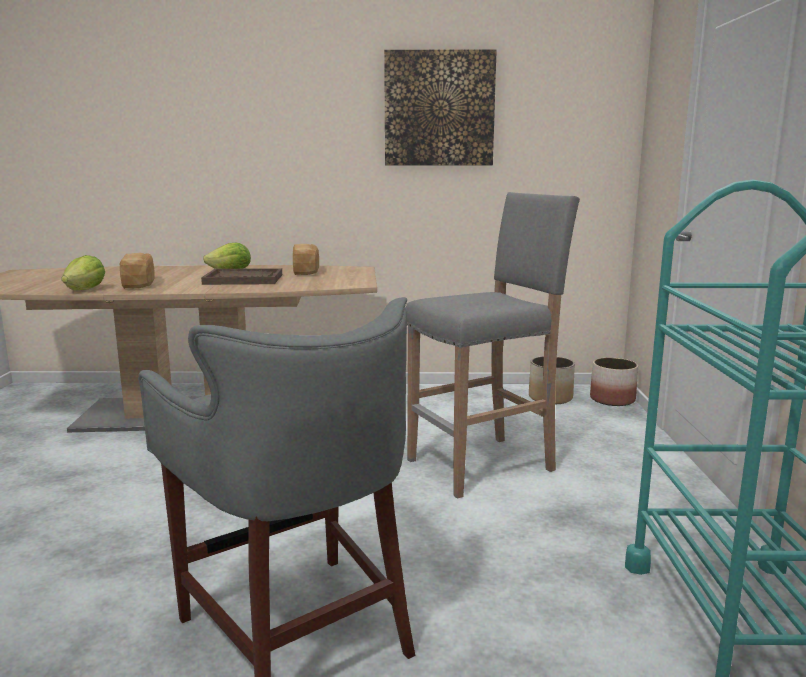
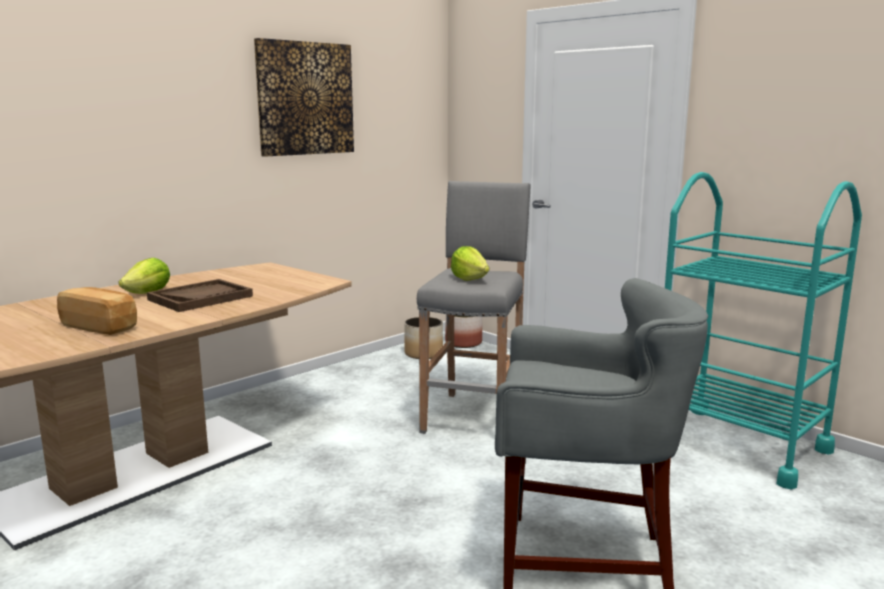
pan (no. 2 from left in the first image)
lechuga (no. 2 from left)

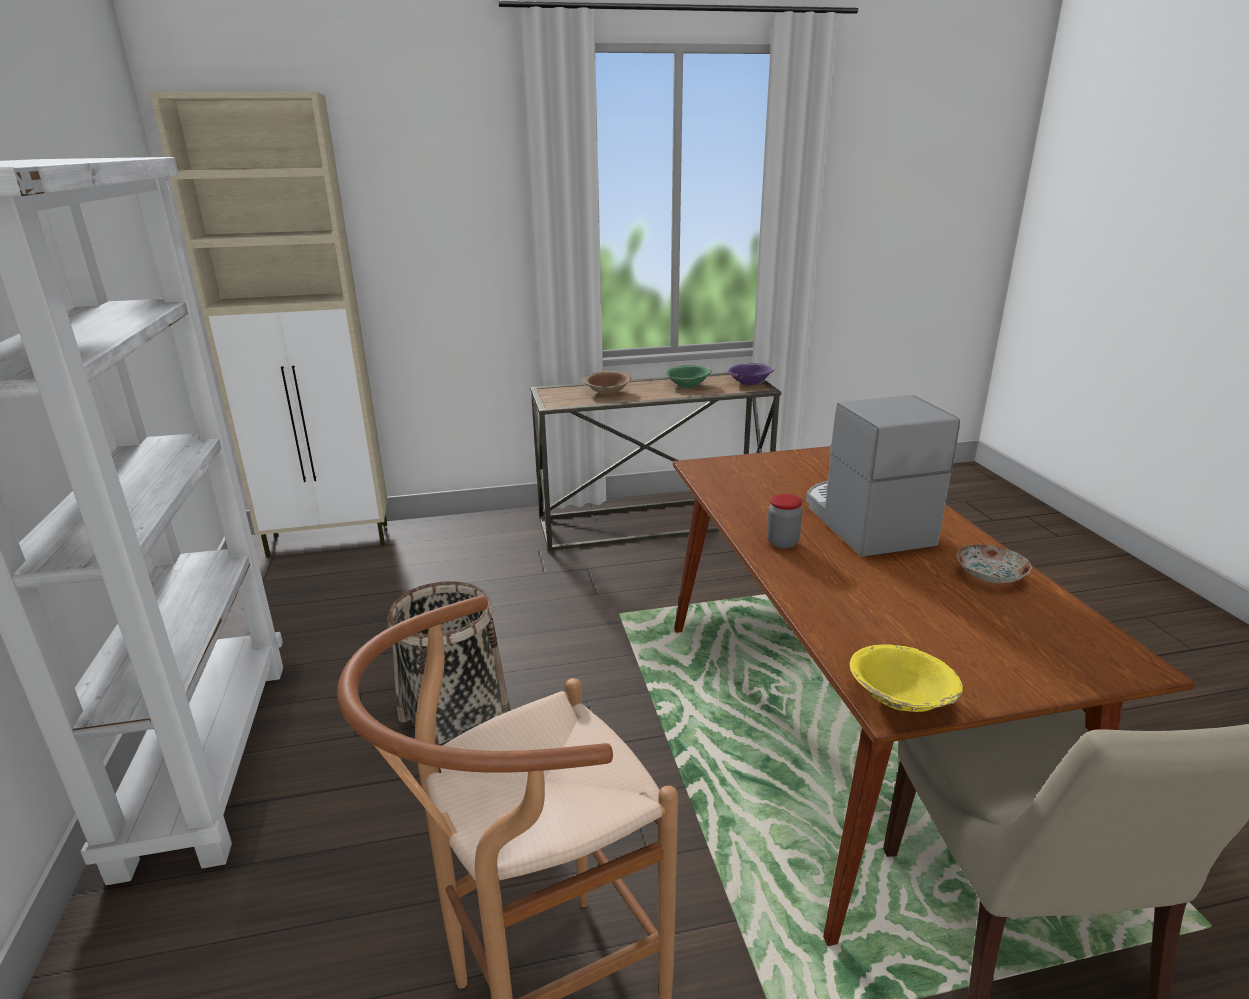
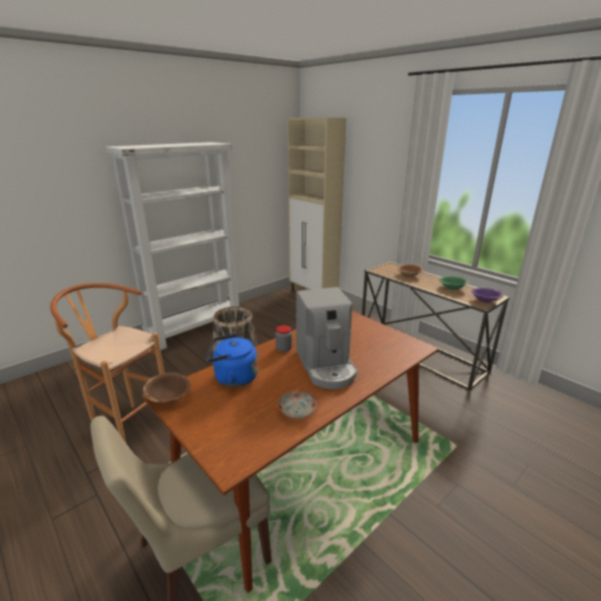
cafetera
cuenco/marrón (no. 1 from left)
hervidor/azul

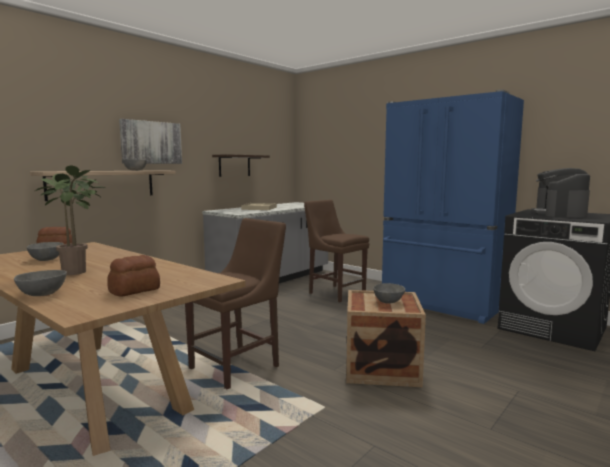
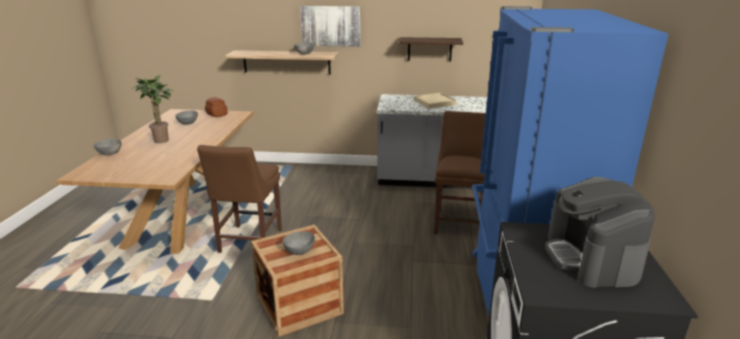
cafetera
silla/marrón (no. 1 from left)
pan (no. 2 from left in the first image)

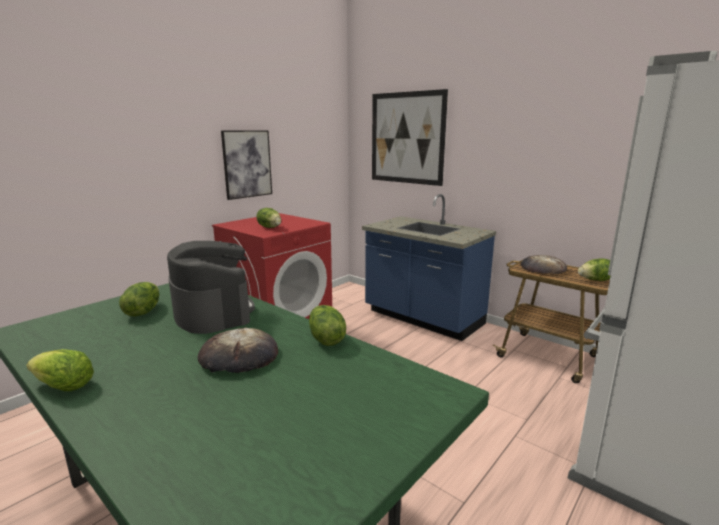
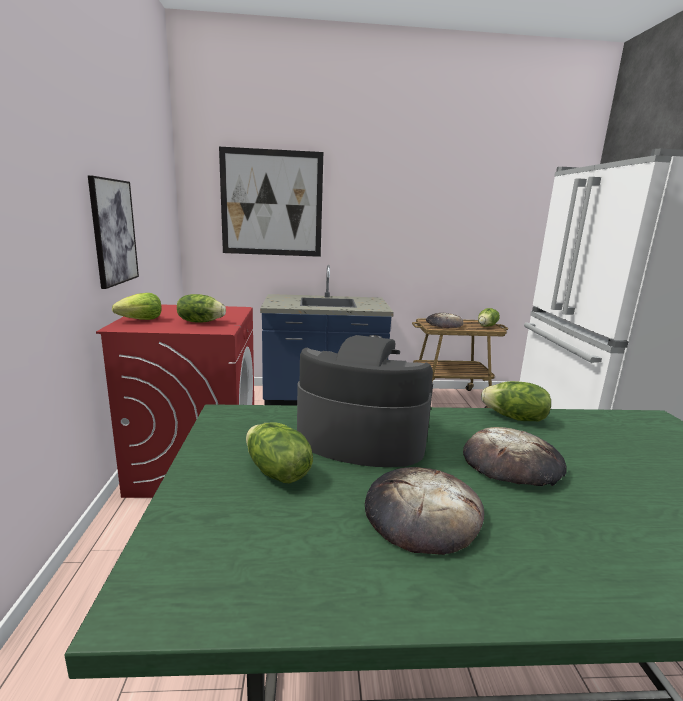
lechuga (no. 1 from left)
pan (no. 1 from left)

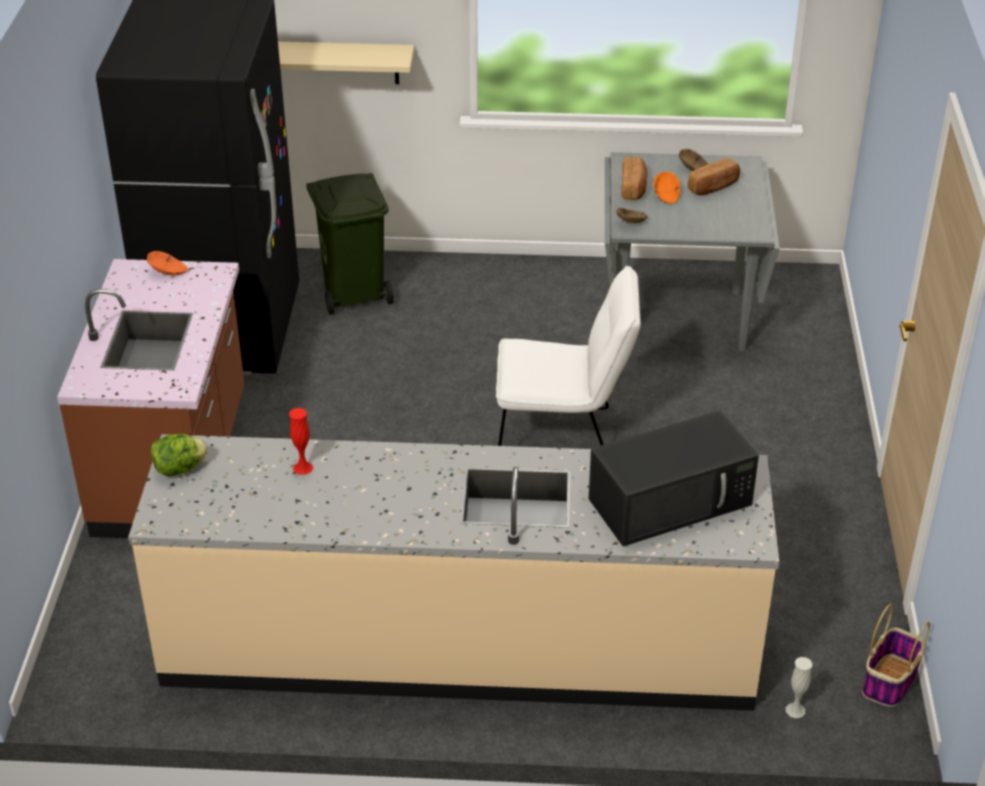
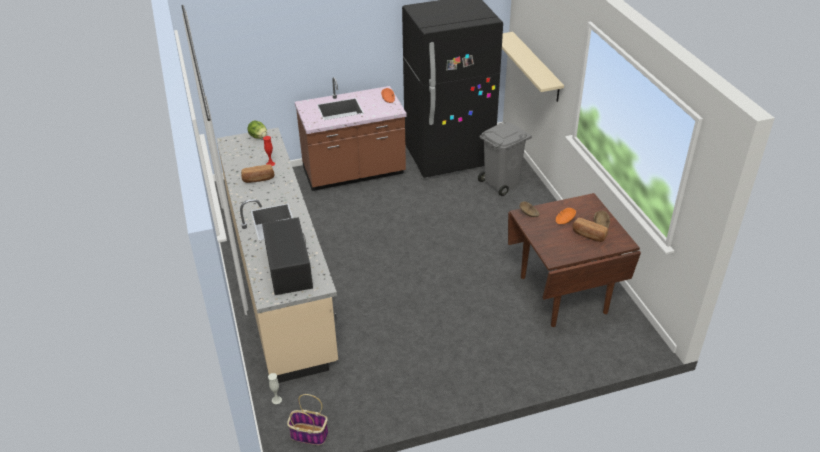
mesa de comedor/marrón
pan (no. 1 from left)
papelera/gris
silla/blanco
microondas/negro

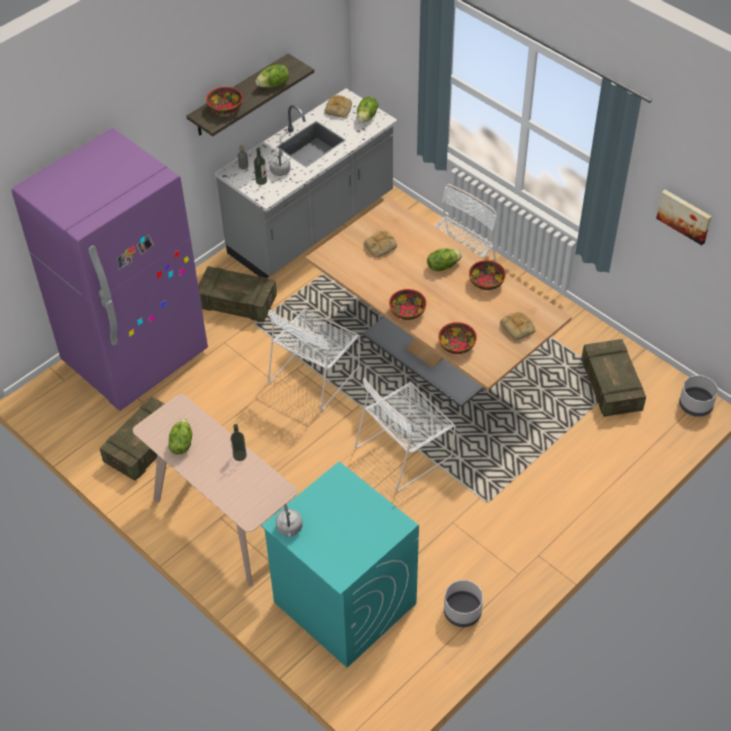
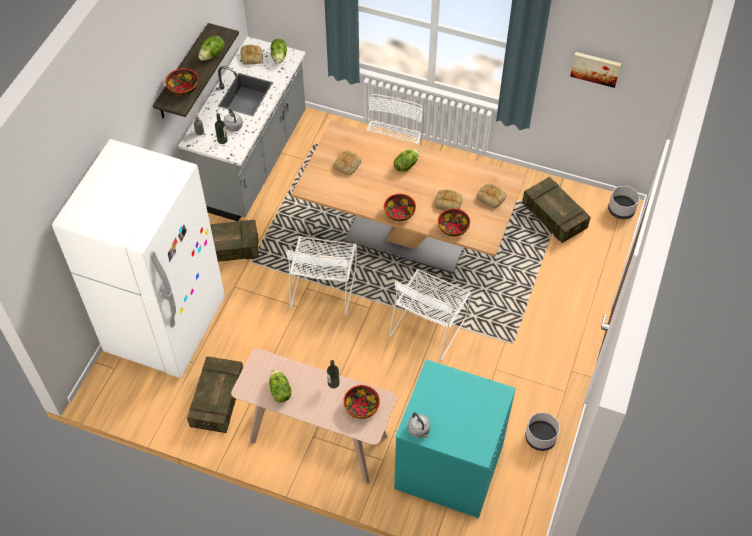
nevera/blanco
cuenco (no. 2 from left)
pan (no. 3 from left)

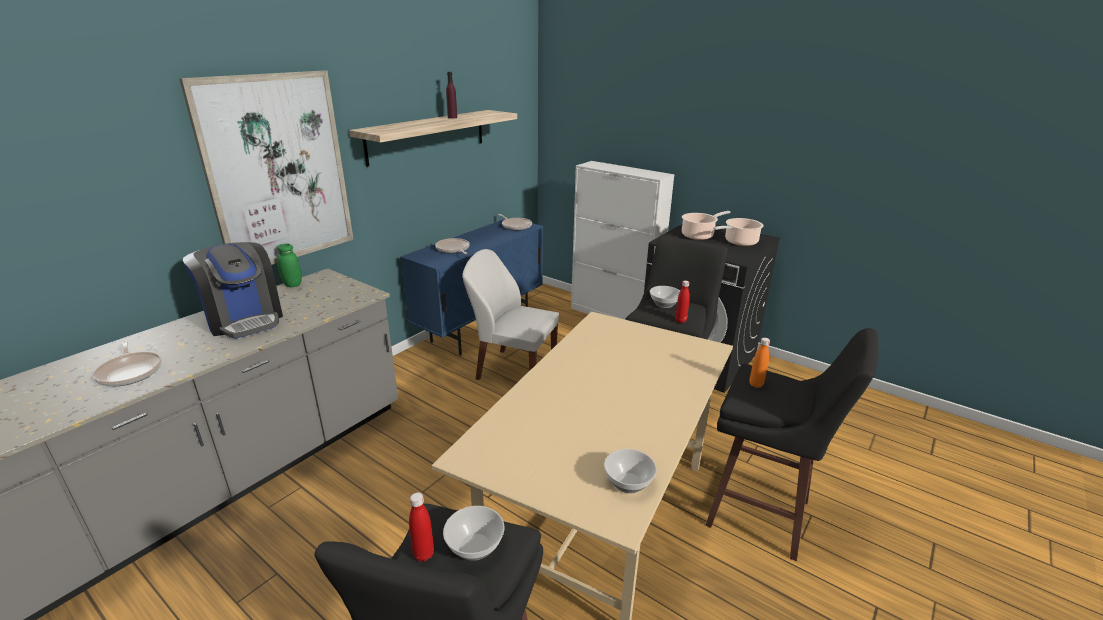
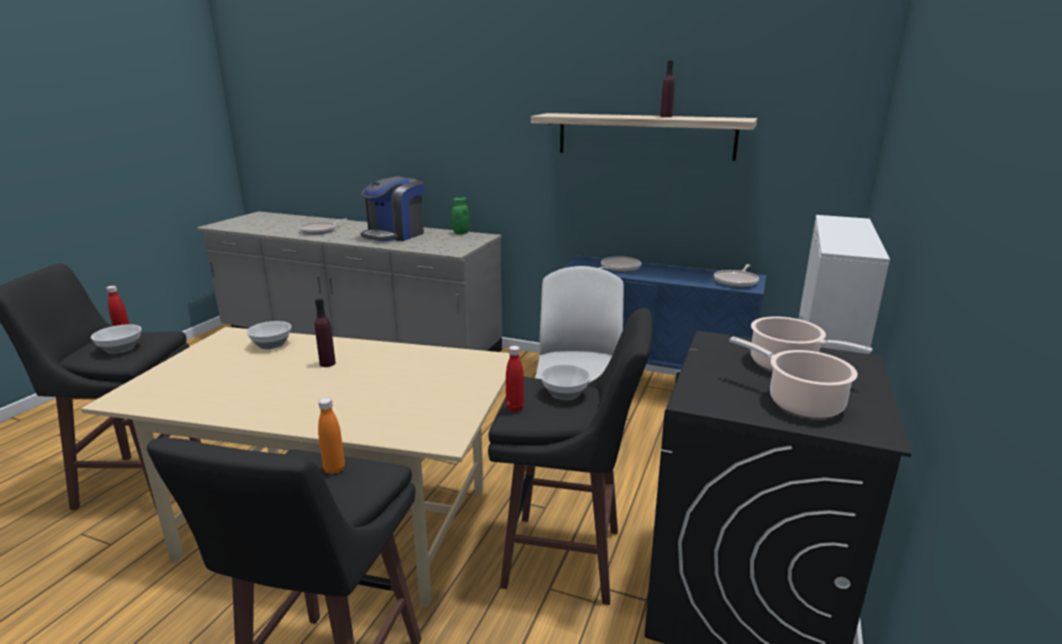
cuadro
cuenco (no. 2 from left)
botella/morado (no. 1 from left)

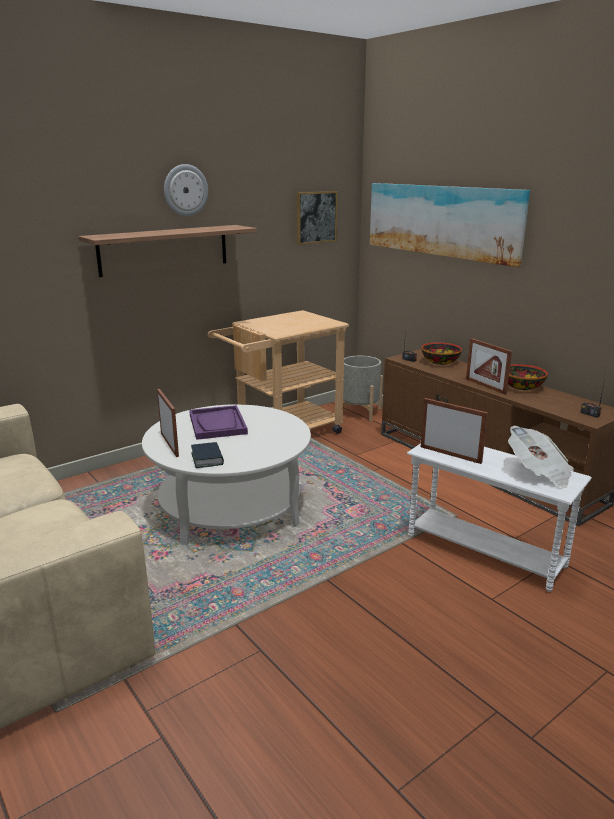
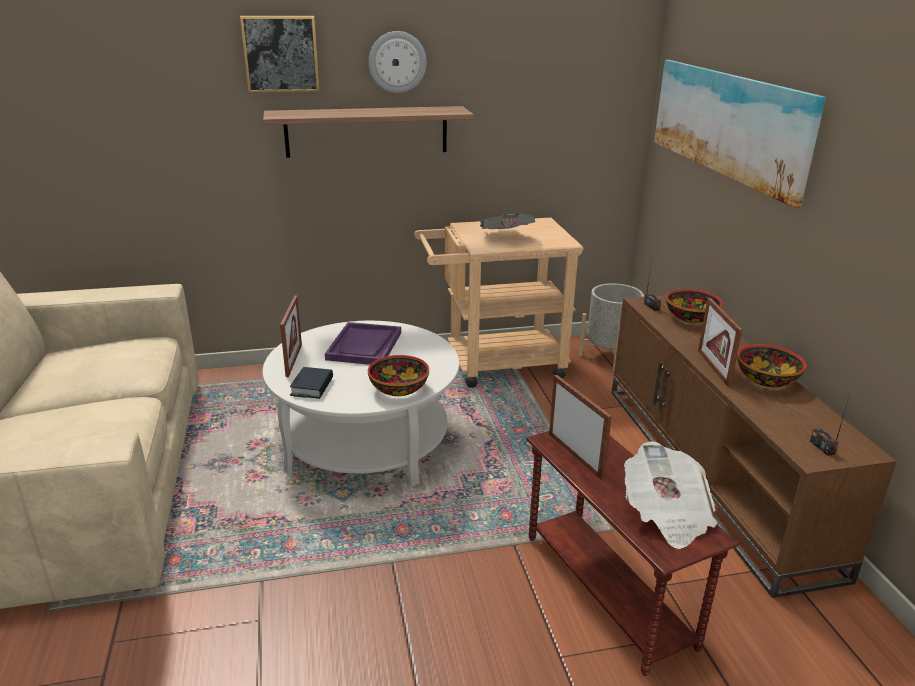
cuadro (no. 1 from left)
mesa auxiliar/marrón
periódico (no. 1 from left)
cuenco (no. 1 from left)

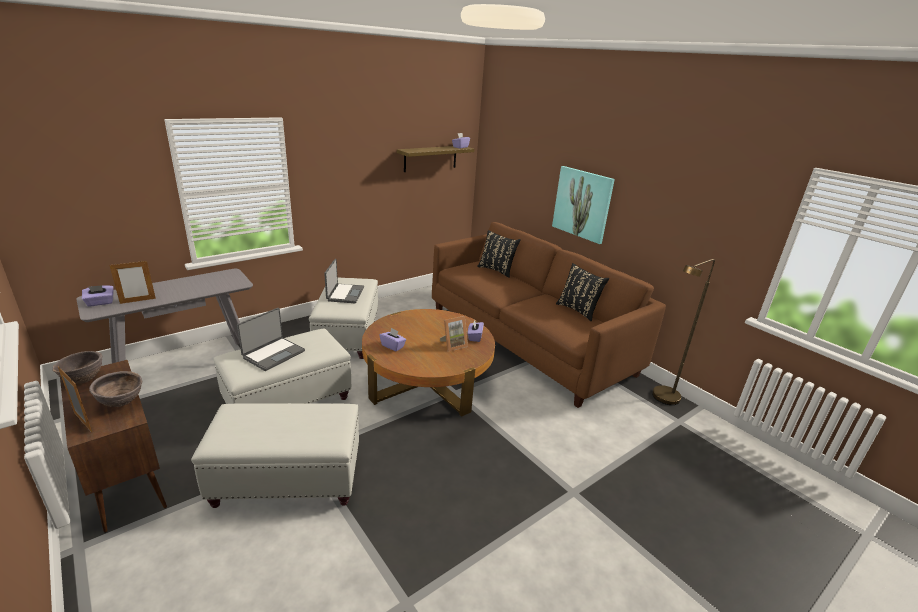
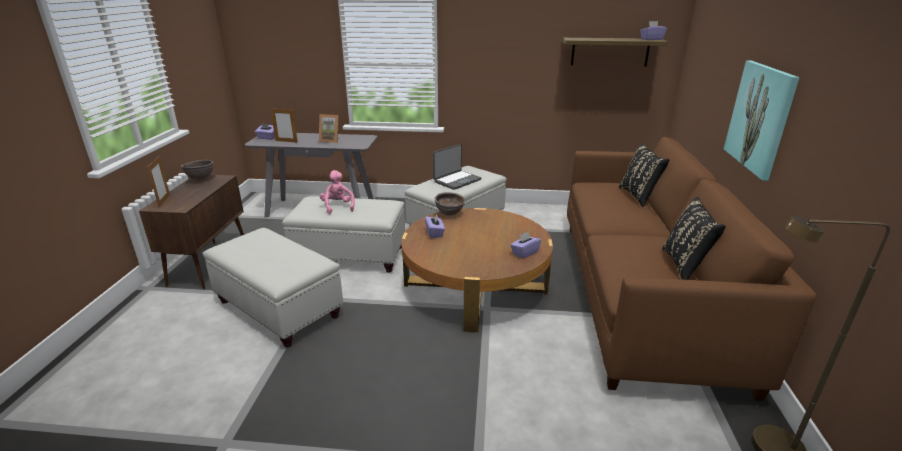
peluche/rosa
portarretratos (no. 3 from left)
cuenco/marrón (no. 2 from left)

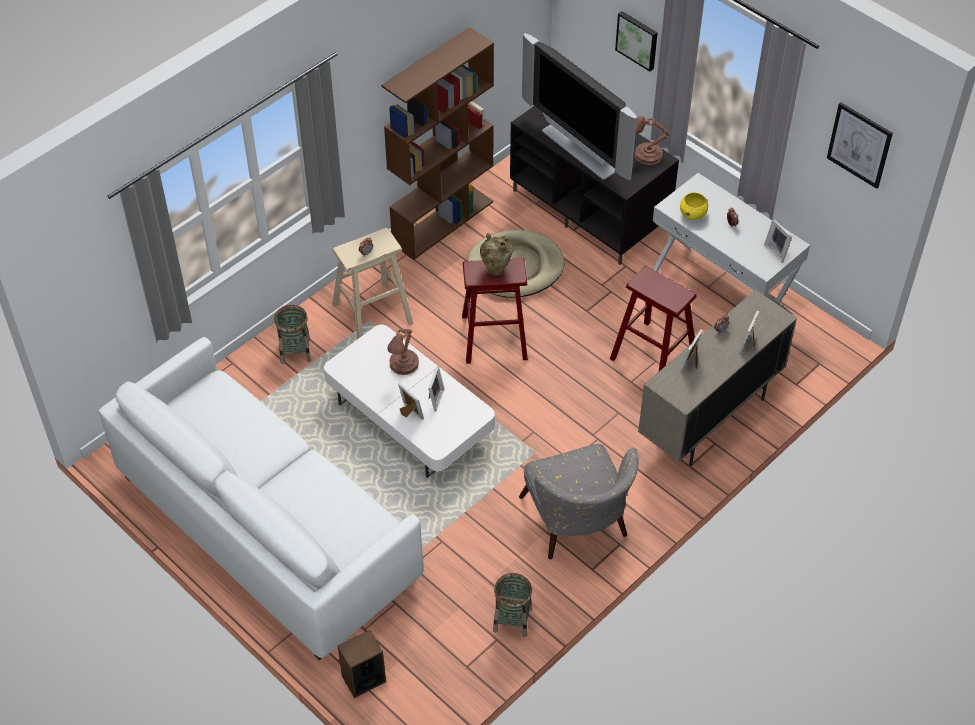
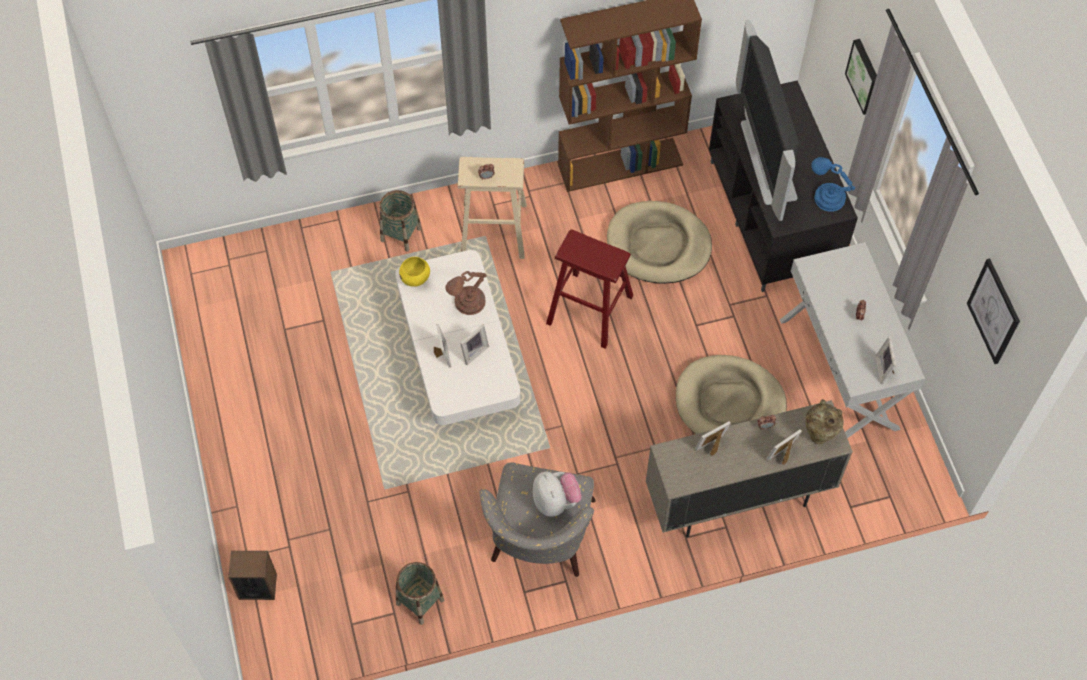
lámpara de mesa/azul
cuenco/amarillo
florero/beis
cama para perro/beis (no. 2 from left)
sofá/blanco
peluche

